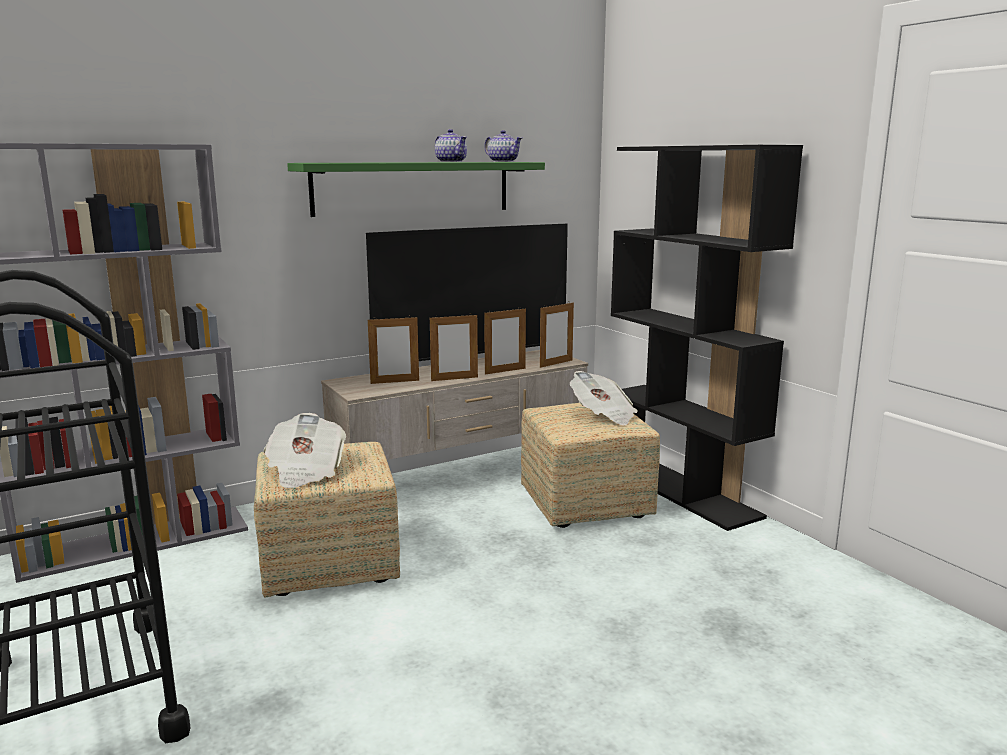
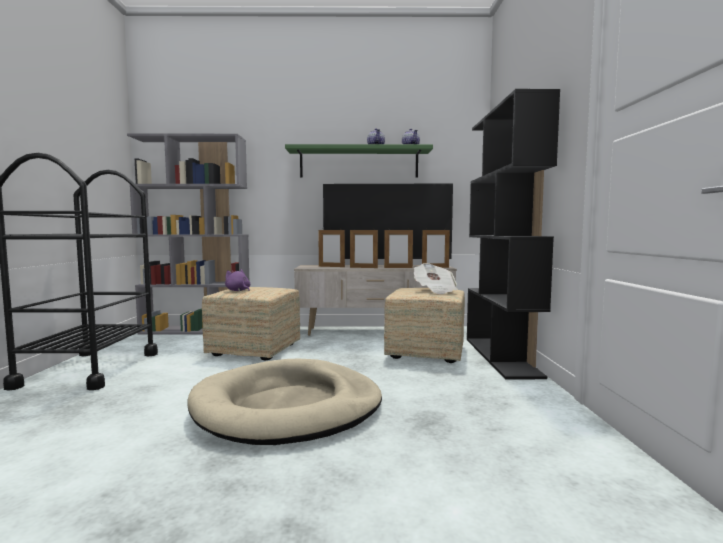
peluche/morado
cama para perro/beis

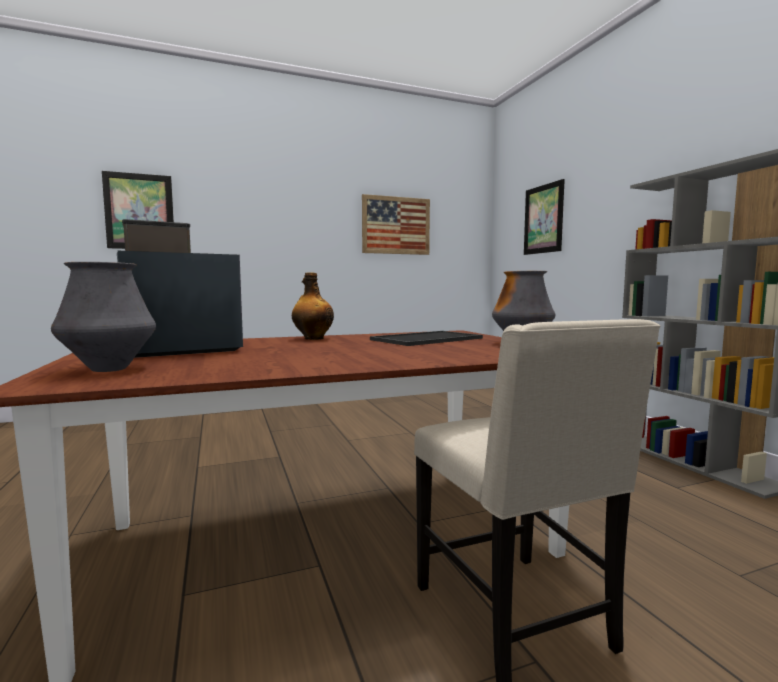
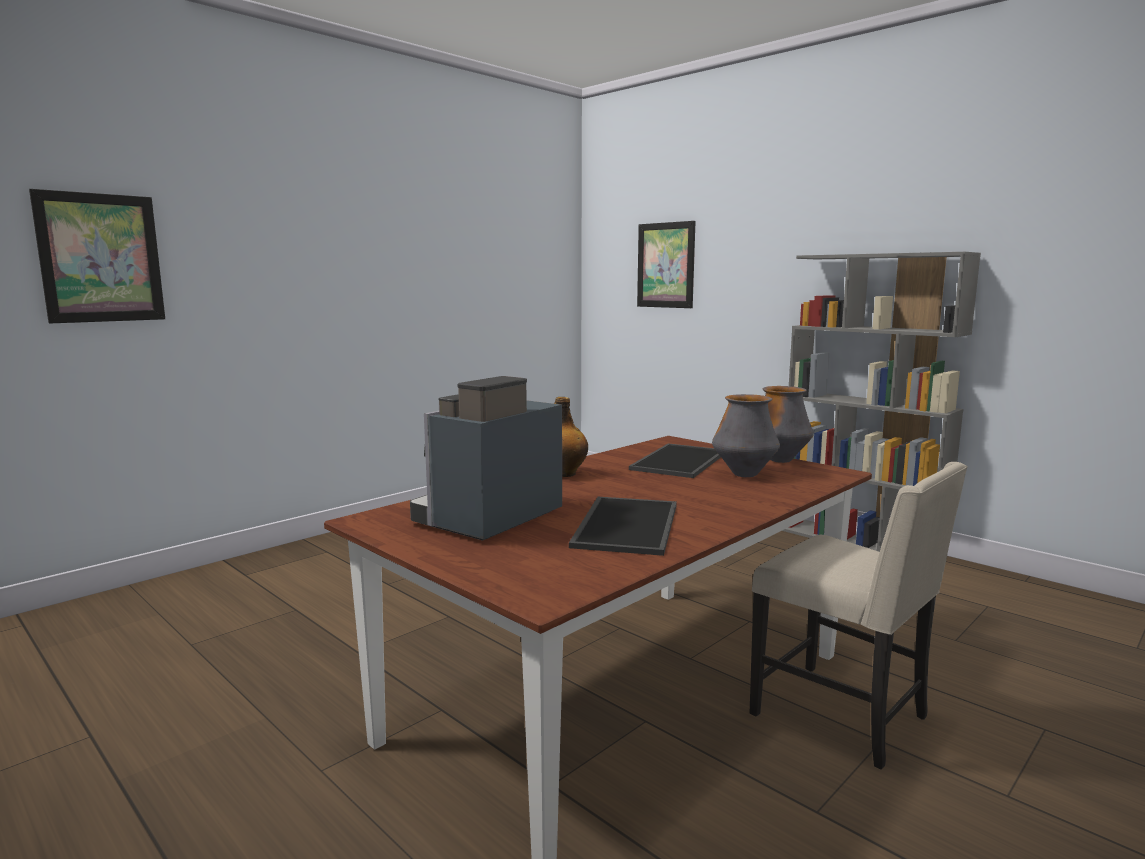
cuadro (no. 2 from left in the first image)
florero (no. 1 from left)
bandeja (no. 1 from left)

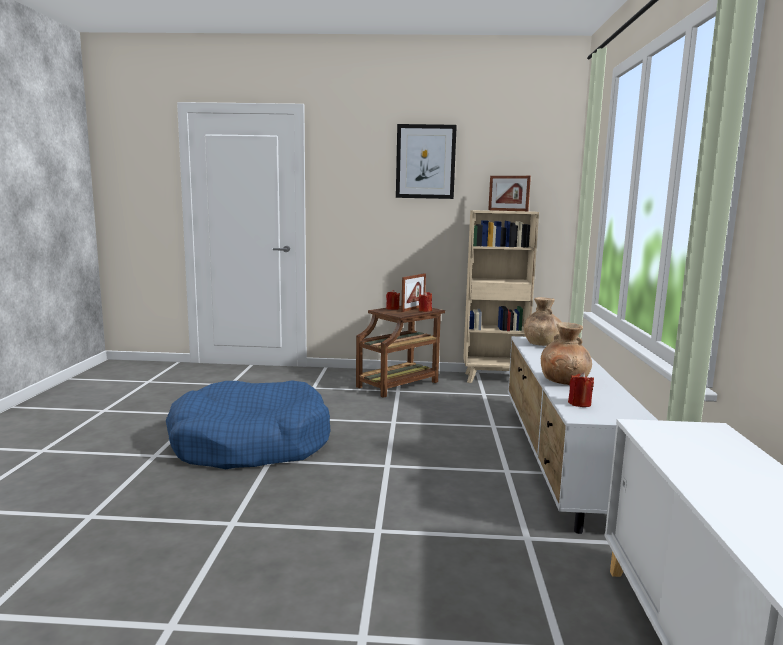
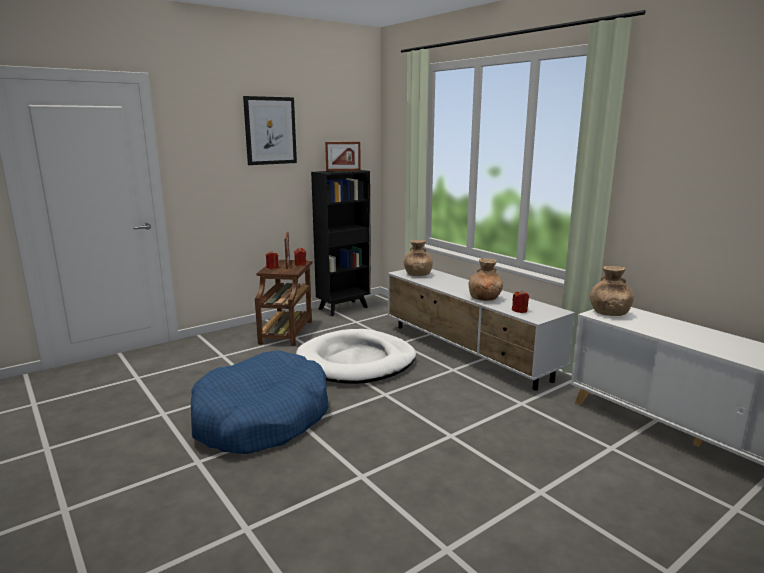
estantería/negro
florero/marrón (no. 3 from left)
cama para perro/blanco

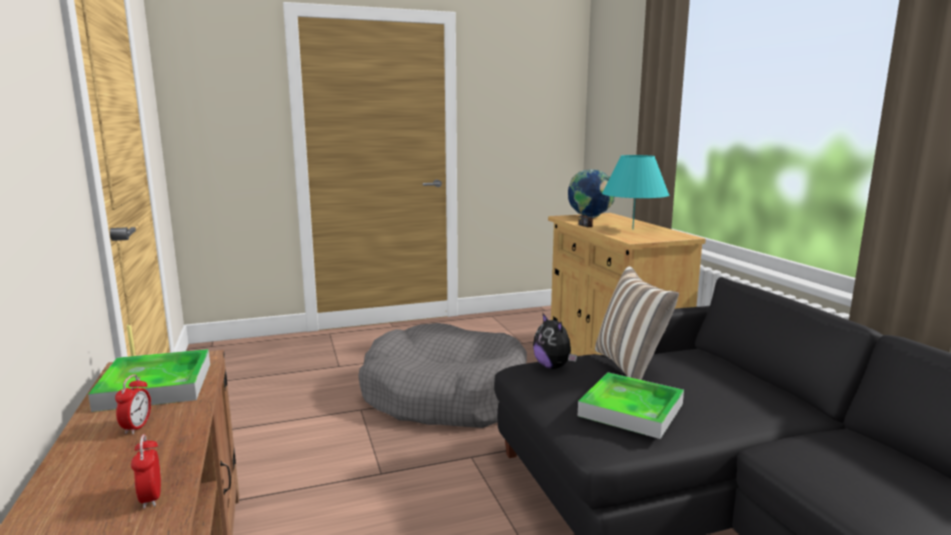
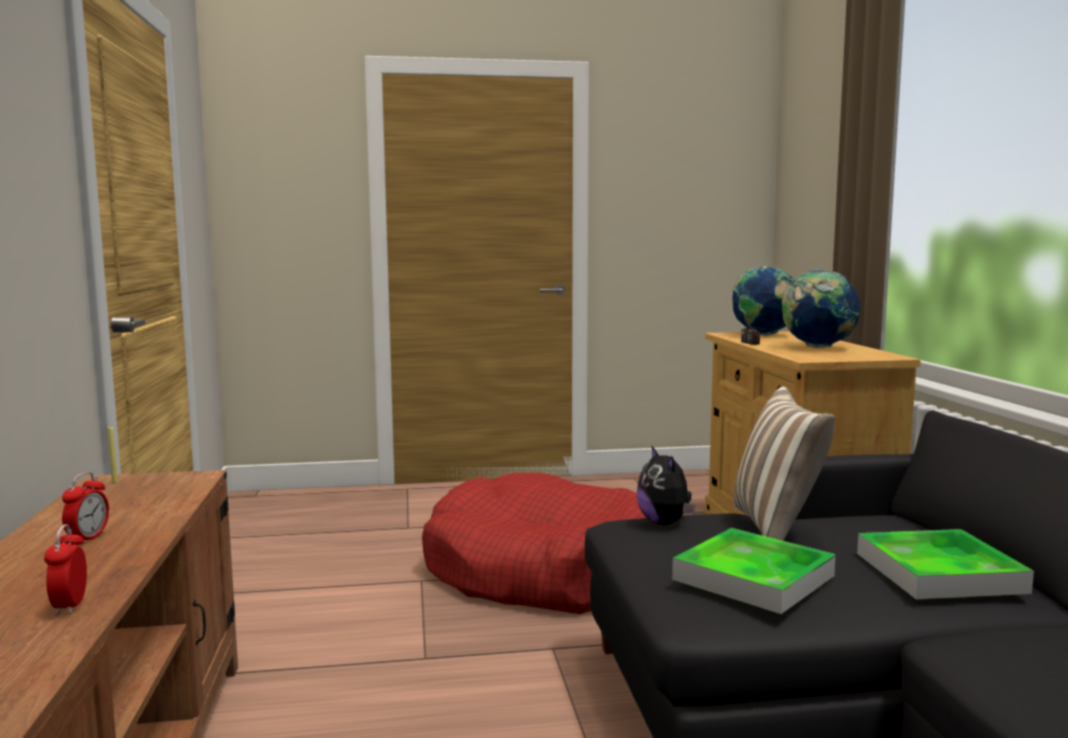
globo terráqueo (no. 2 from left)
cama para perro/rojo
bandeja (no. 2 from left)

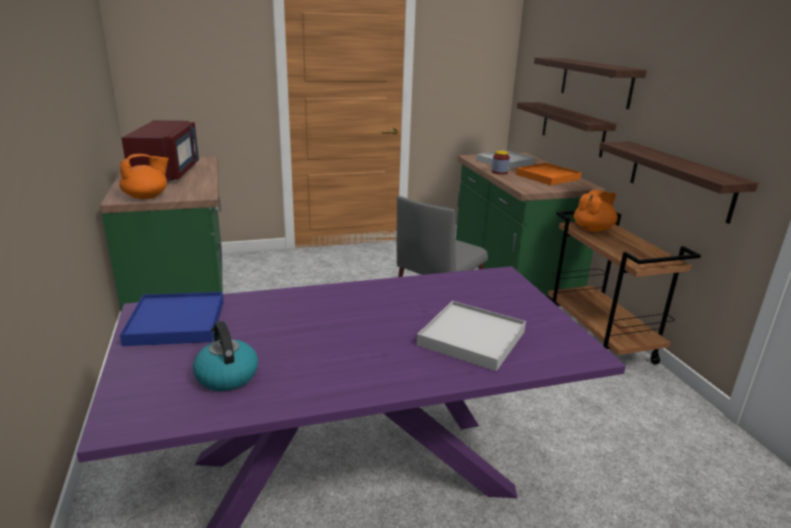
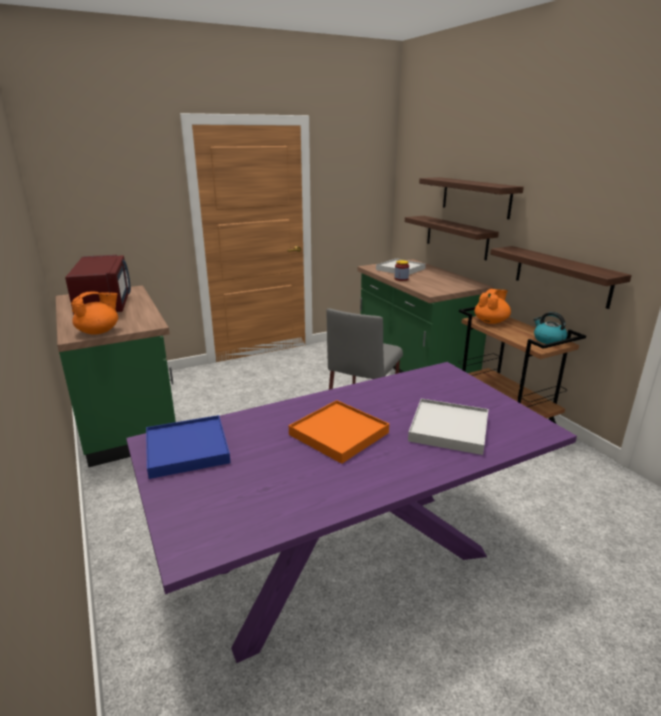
bandeja/naranja
hervidor

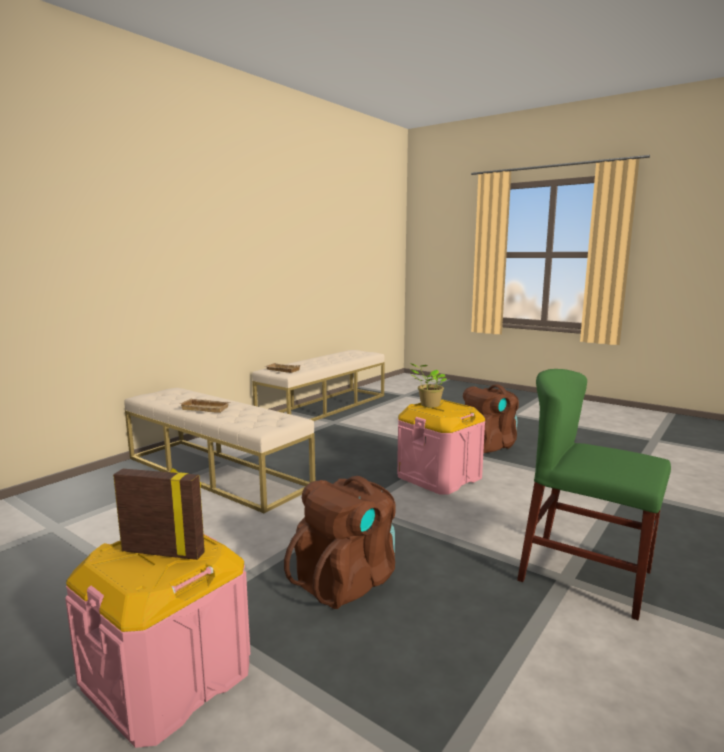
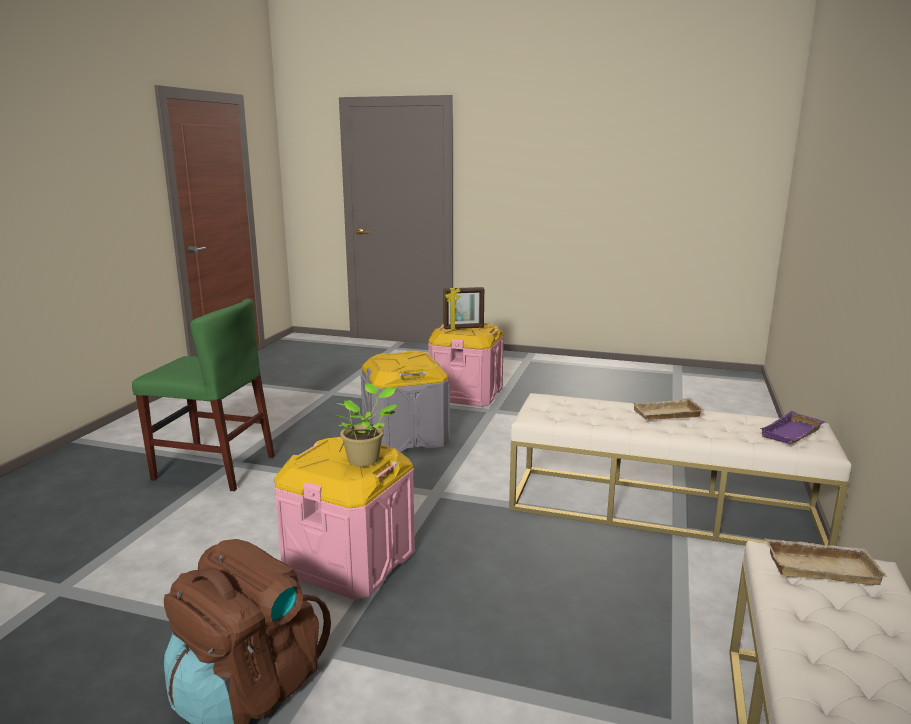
caja de almacenaje/gris
bandeja/morado

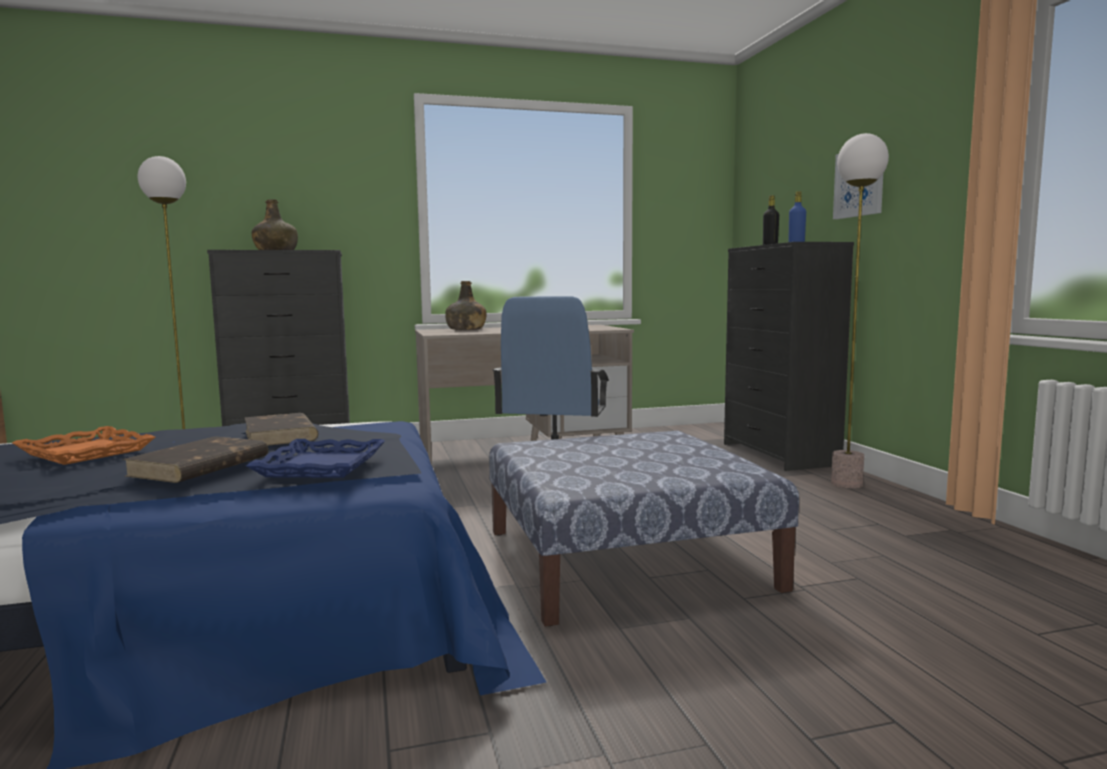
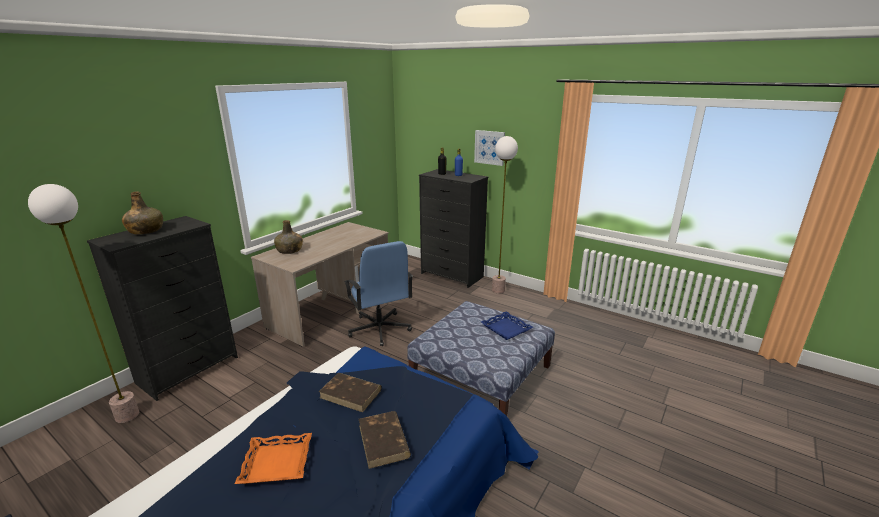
bandeja/azul

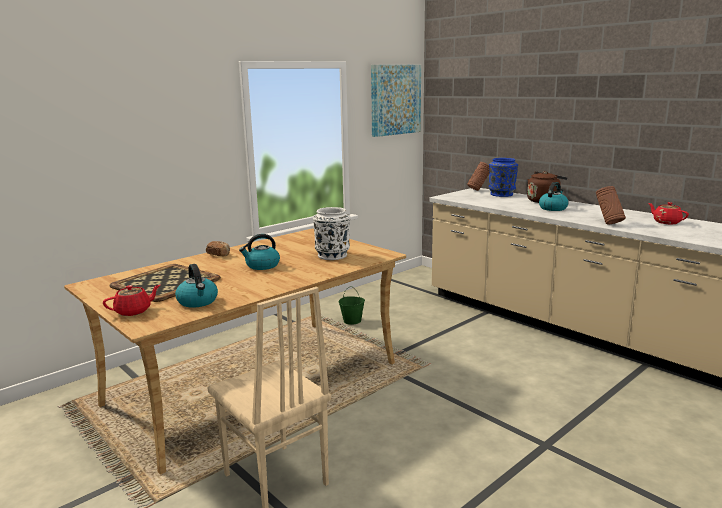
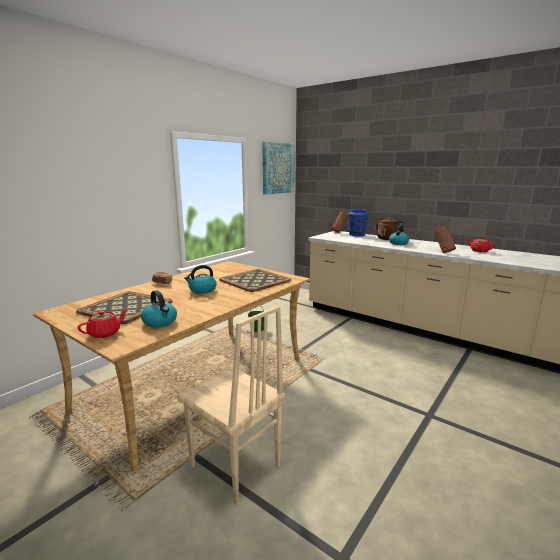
bandeja (no. 2 from left)

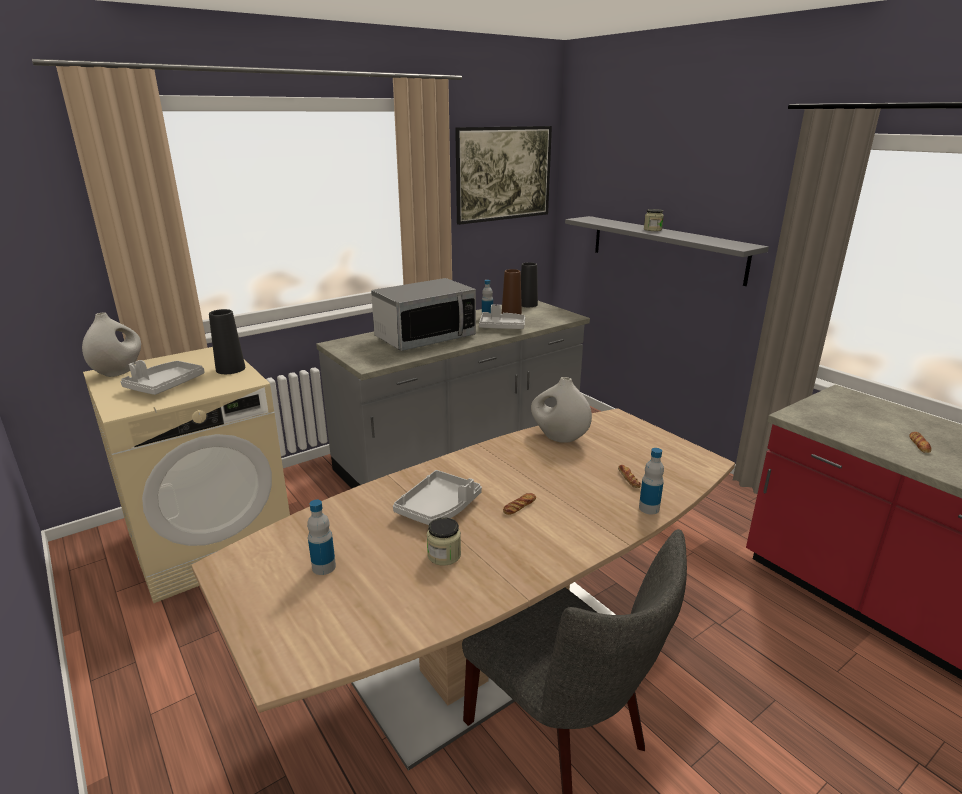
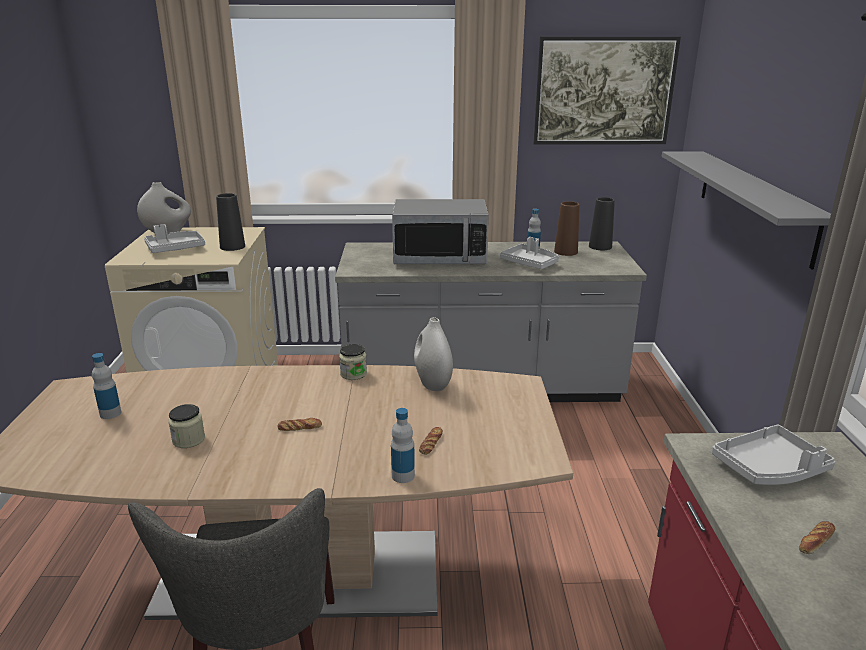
tarro (no. 2 from left)
bandeja/gris (no. 3 from left)

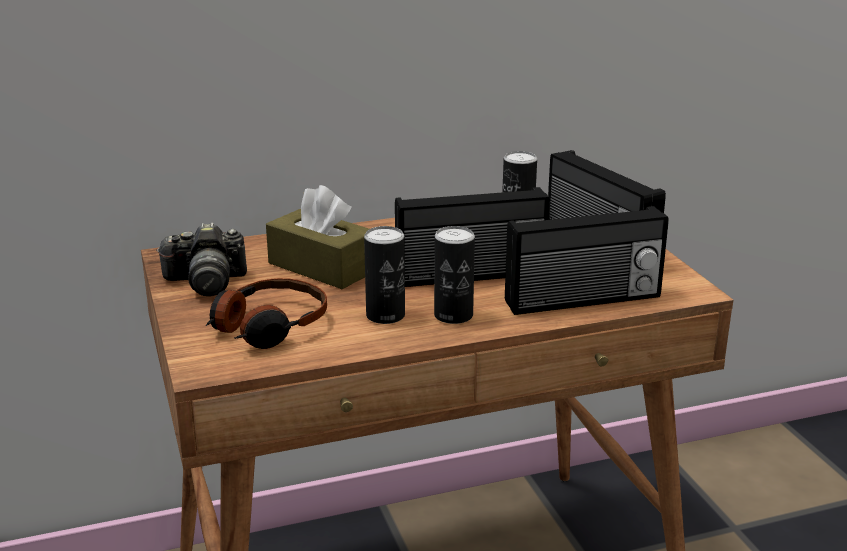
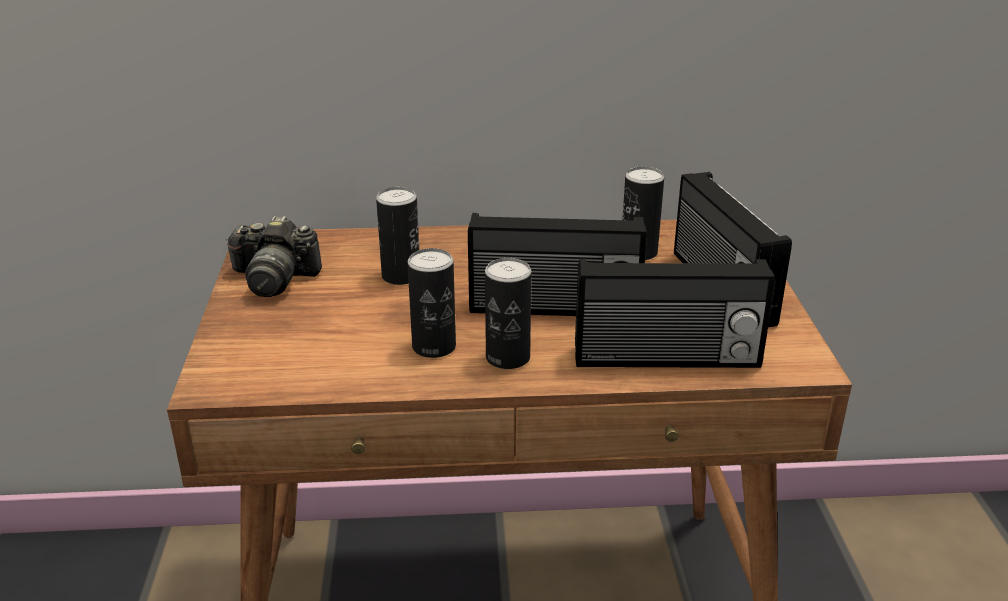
lata (no. 1 from left)
auriculares

